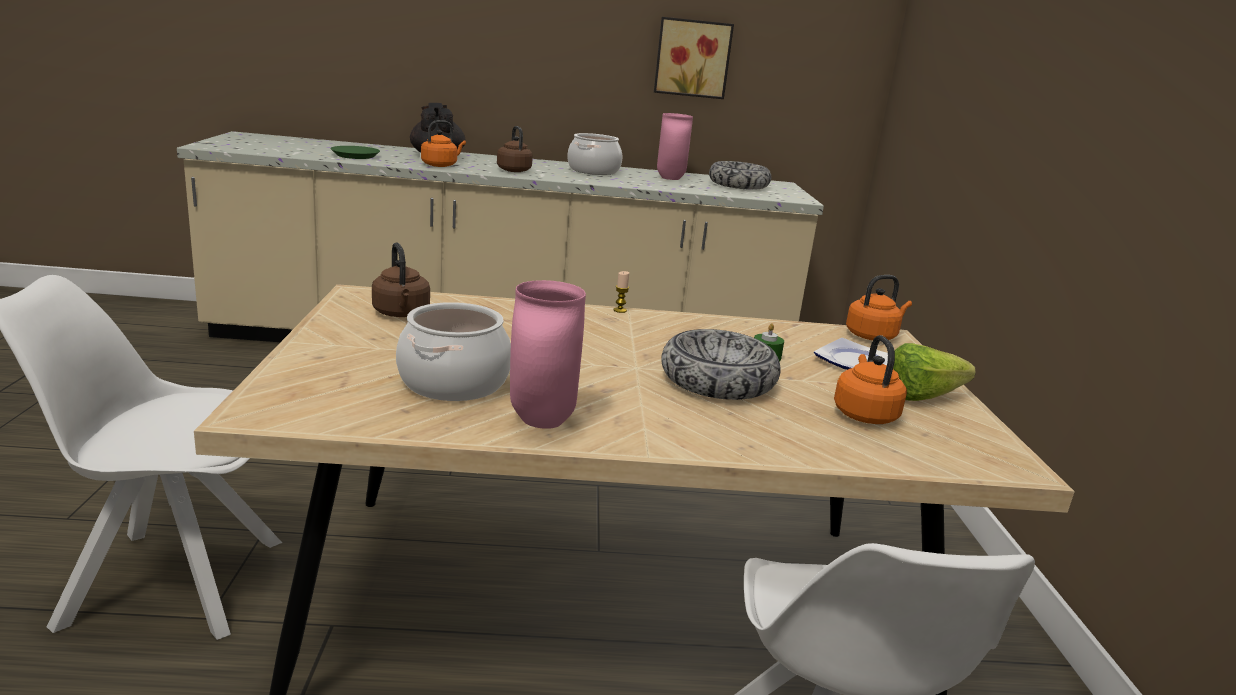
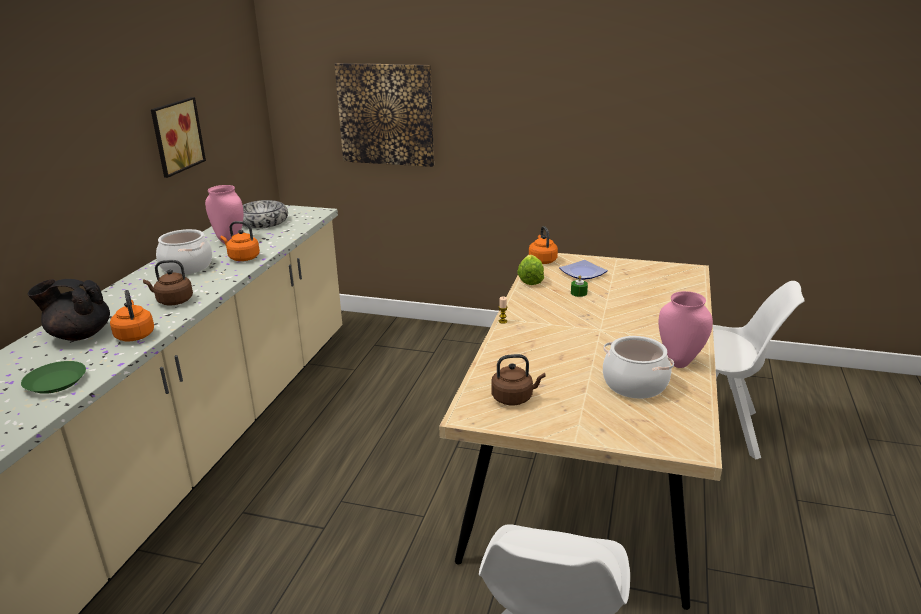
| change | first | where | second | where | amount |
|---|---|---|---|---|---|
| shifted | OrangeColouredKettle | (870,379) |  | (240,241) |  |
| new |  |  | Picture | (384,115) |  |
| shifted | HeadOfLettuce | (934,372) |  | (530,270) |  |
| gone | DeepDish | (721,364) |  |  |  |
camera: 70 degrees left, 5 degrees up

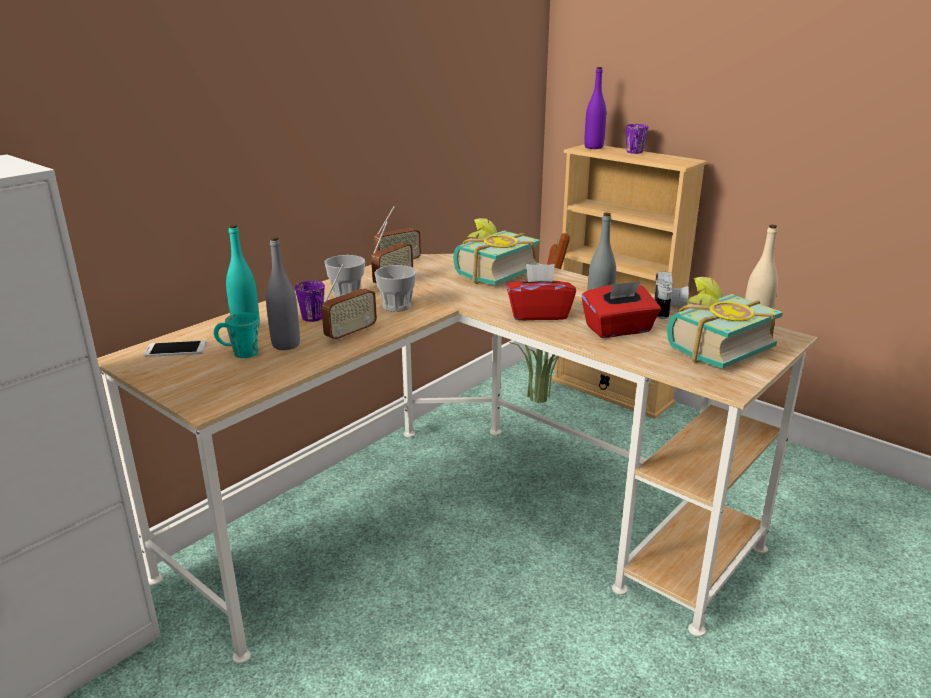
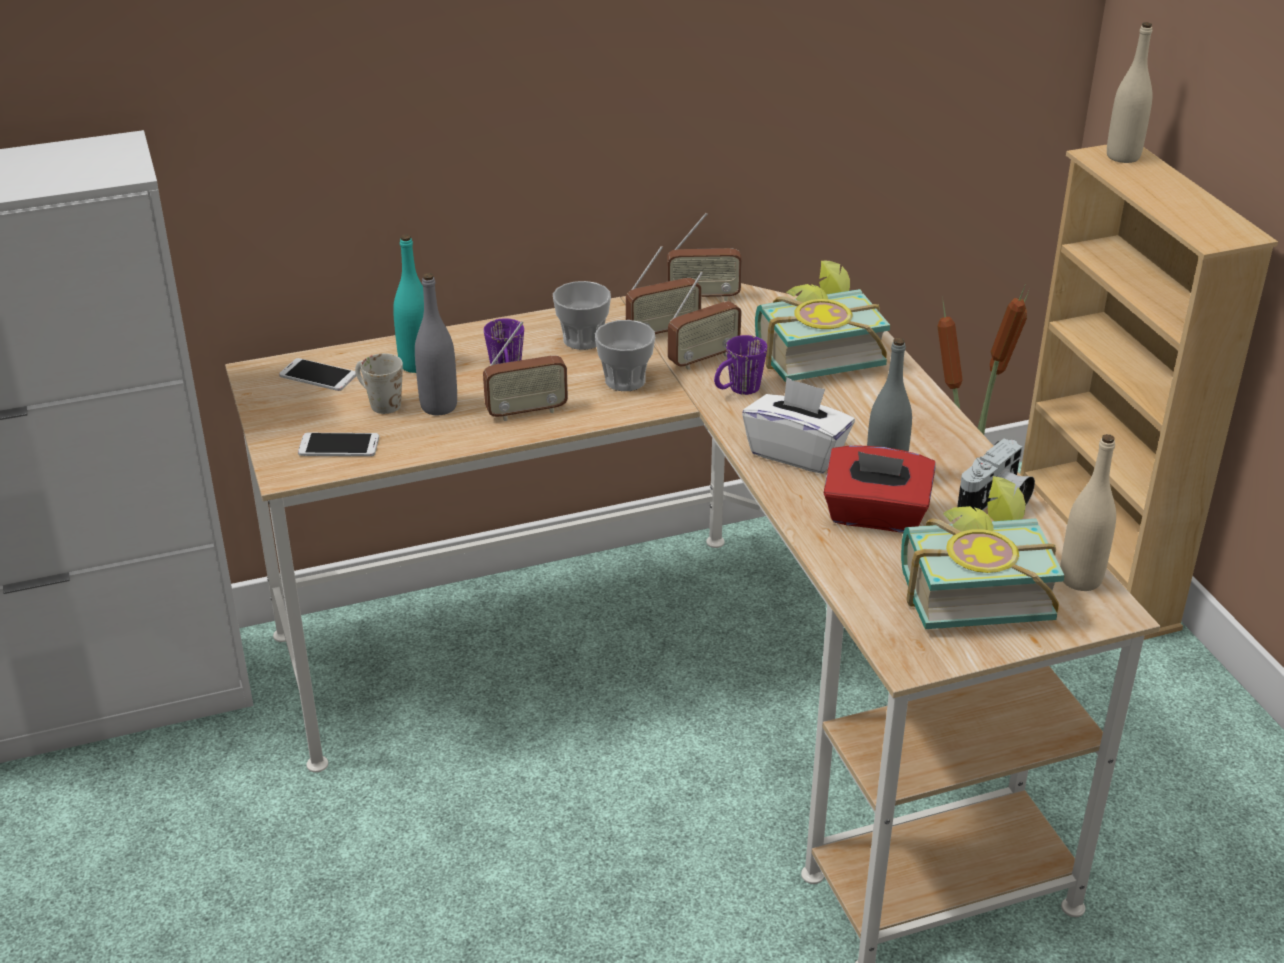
| change | first | where | second | where | amount |
|---|---|---|---|---|---|
| new |  |  | Phone | (338,444) |  |
| repainted | BlueGreenCoffeeMug | (236,335) | WhiteColouredCoffeeMug | (379,383) |  |
| new |  |  | RadioSet | (705,320) |  |
| shifted | PurpleColouredCoffeeMug | (637,139) |  | (740,365) |  |
| repainted | RedTissueBox | (541,292) | WhiteColouredTissueBox | (798,425) |  |
| repainted | PurpleColouredBeverageBottle | (595,108) | BeigeColouredBeverageBottle | (1130,92) |  |
camera: 30 degrees right, 10 degrees up

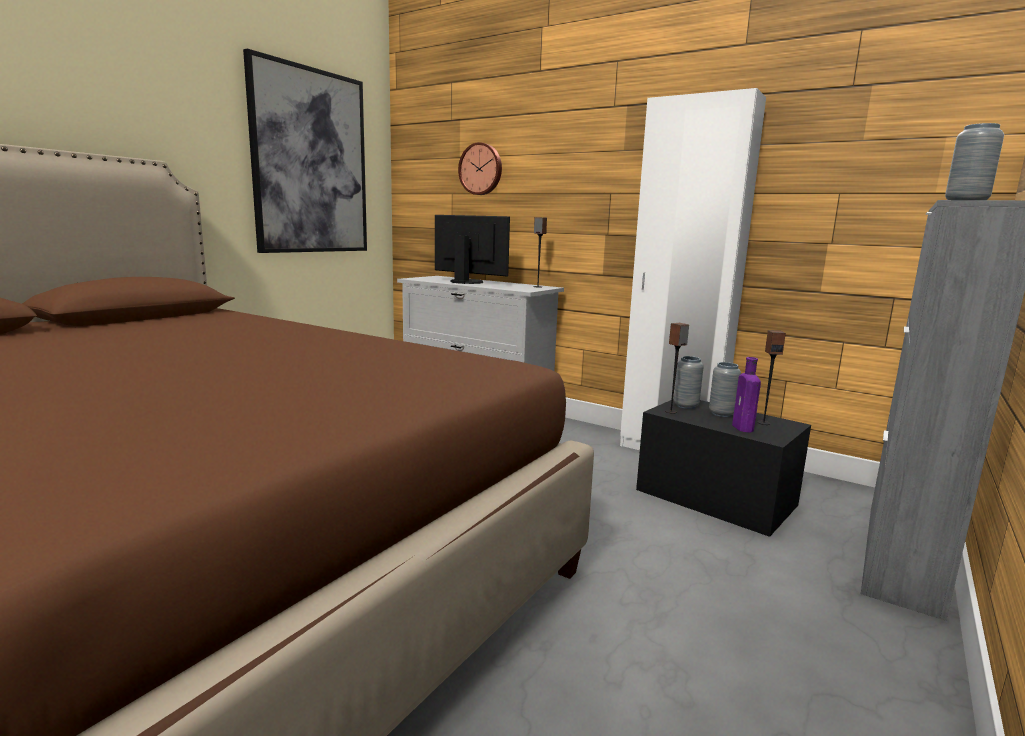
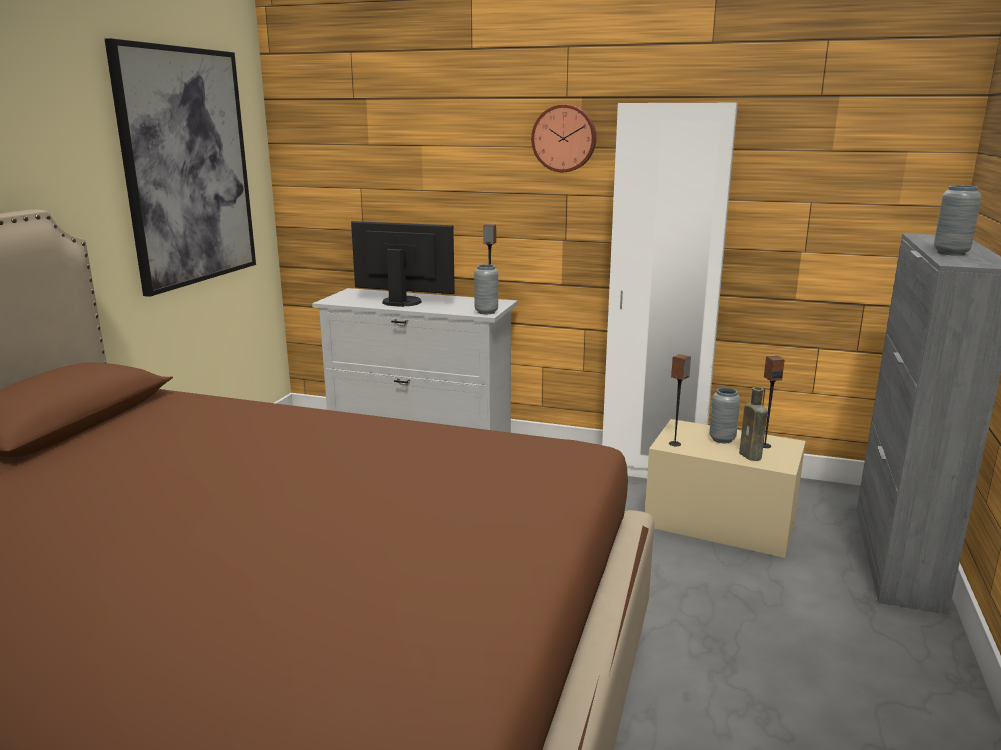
| change | first | where | second | where | amount |
|---|---|---|---|---|---|
| shifted | GreyDecorativeVase | (689,382) |  | (486,289) |  |
| shifted | HangingClock | (480,168) |  | (563,138) |  |
| repainted | BlackStorageBox | (723,468) | BeigeColouredStorageBox | (725,488) |  |
| repainted | PurpleColouredBeverageBottle | (746,394) | BrownBeverageBottle | (753,424) |  |
camera: 15 degrees left, 5 degrees up

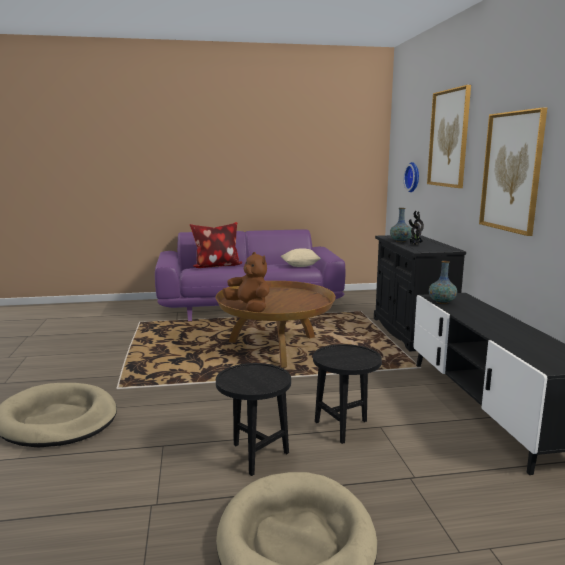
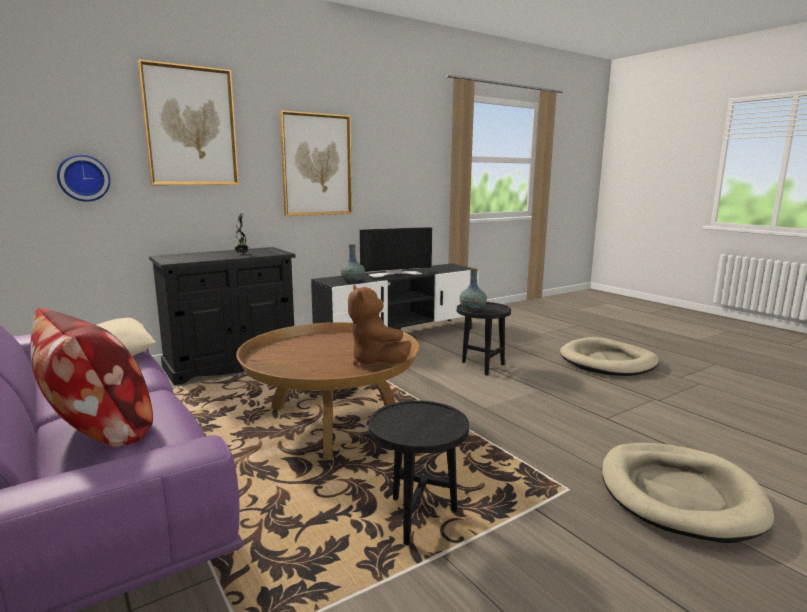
| change | first | where | second | where | amount |
|---|---|---|---|---|---|
| rotated | BrownPlushToy | (246,282) |  | (379,325) | 45 degrees counterclockwise |
| new |  |  | Tv | (396,252) |  |
| shifted | BlackEndTable | (253,419) |  | (419,473) |  |
| shifted | DecorativeVase | (401,225) |  | (473,290) |  |
camera: 115 degrees left, 0 degrees up

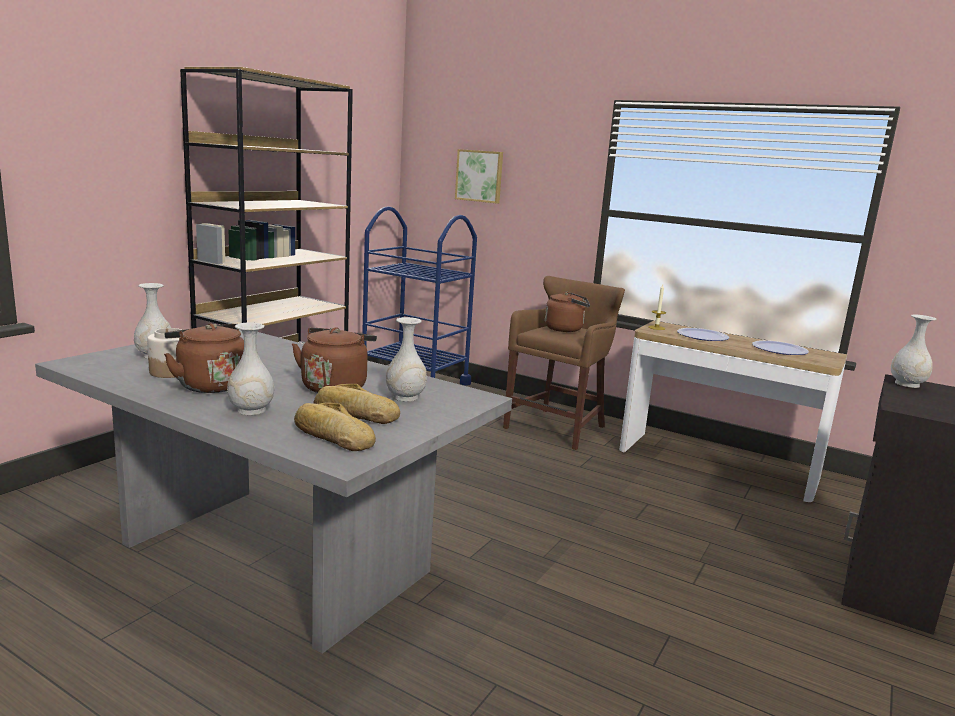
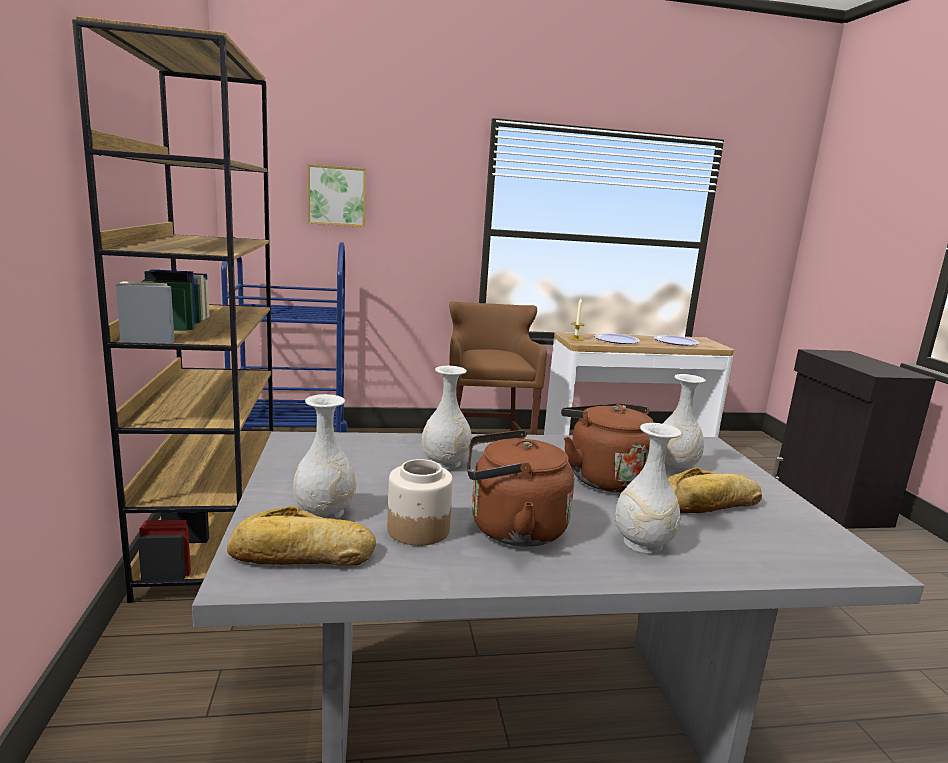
| change | first | where | second | where | amount |
|---|---|---|---|---|---|
| shifted | BakeryBread | (335,426) |  | (301,536) |  |
| shifted | WhiteColouredDecorativeVase | (914,351) |  | (447,417) |  |
| gone | BrownKettle | (567,311) |  |  |  |
camera: 40 degrees left, 0 degrees up

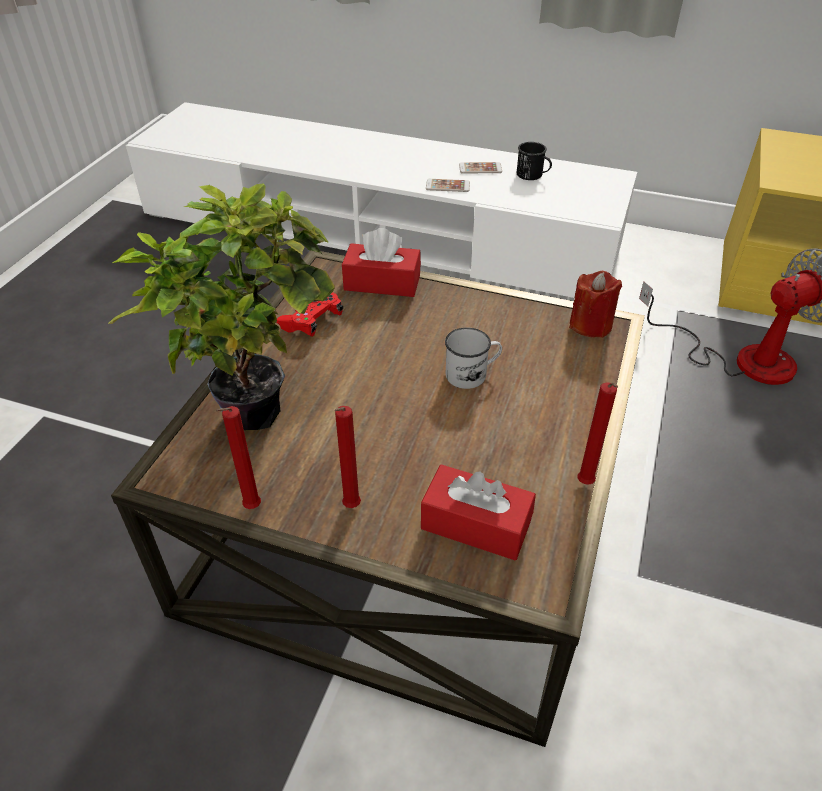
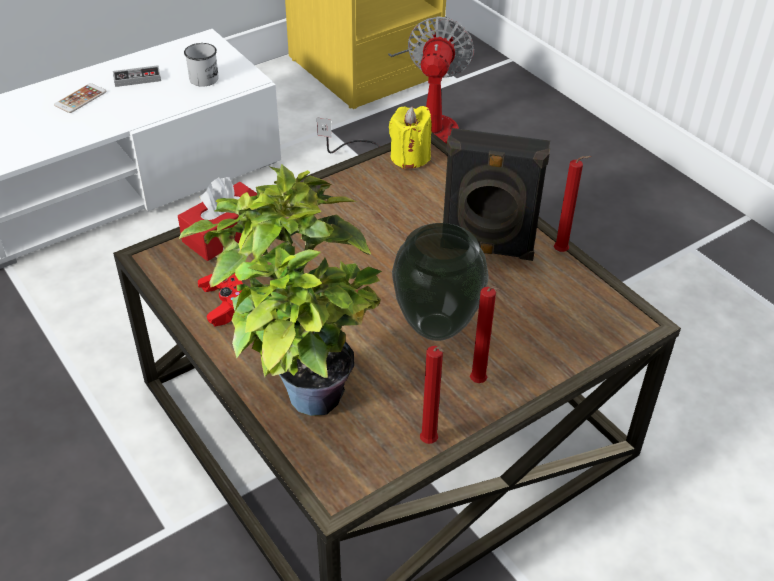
| change | first | where | second | where | amount |
|---|---|---|---|---|---|
| swapped | BlackCoffeeMug | (534,161) | GameController | (137,76) |  |
| shifted | WhiteColouredCoffeeMug | (473,358) |  | (201,65) |  |
| repainted | RedWaxCandle | (595,304) | YellowColouredWaxCandle | (410,137) |  |
| new |  |  | DecorativeVase | (440,282) |  |
| new |  |  | BlackSpeaker | (496,194) |  |
| gone | RedTissueBox | (478,512) |  |  |  |
| gone | Phone | (448,185) |  |  |  |
camera: 55 degrees left, 0 degrees up

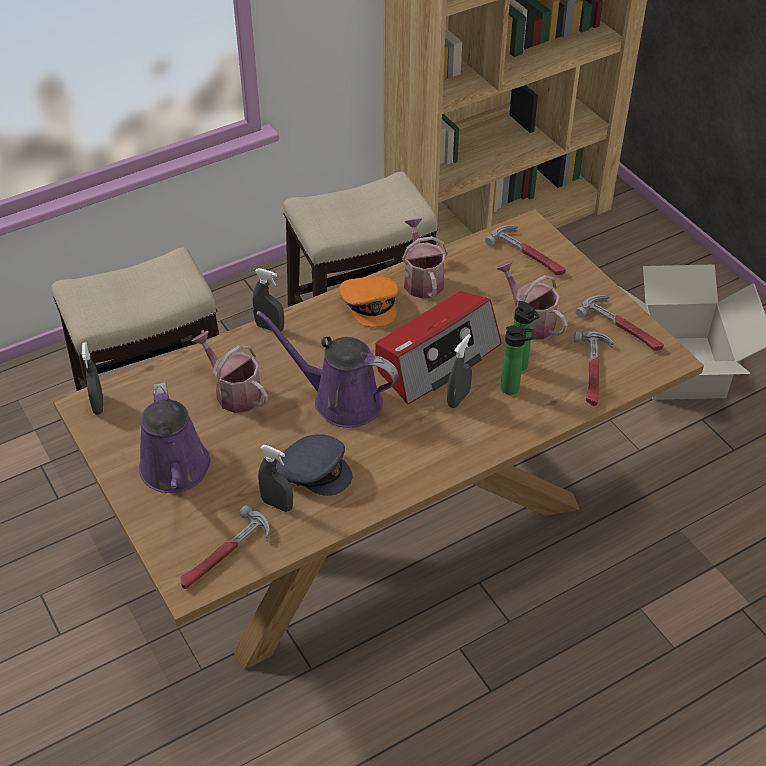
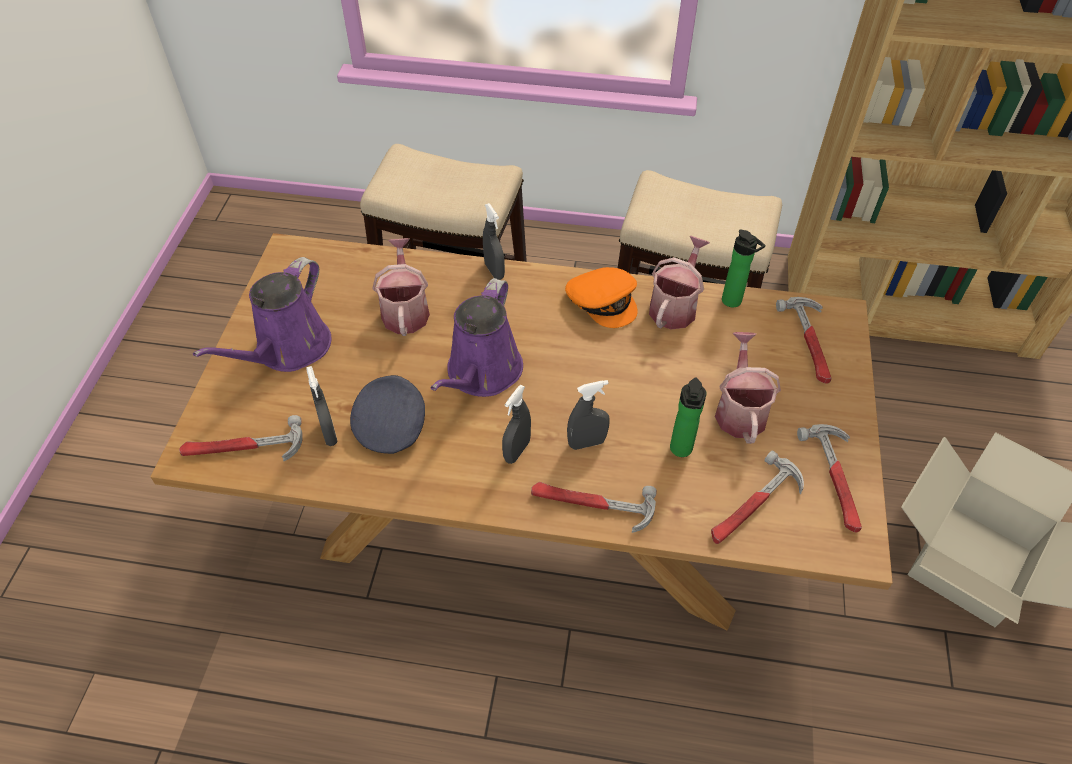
| change | first | where | second | where | amount |
|---|---|---|---|---|---|
| rotated | GreyPeakedCap | (314,465) |  | (387,414) | 150 degrees counterclockwise |
| rotated | PurpleColouredWateringCan | (327,369) |  | (476,337) | 135 degrees counterclockwise |
| shifted | GreySprayBottle | (92,378) |  | (516,424) |  |
| new |  |  | ToolHammer | (594,507) |  |
| rotated | OrangeColouredPeakedCap | (369,301) |  | (601,297) | 60 degrees counterclockwise |
| shifted | BeverageBottle | (517,360) |  | (744,268) |  |
| gone | RadioSet | (438,347) |  |  |  |
camera: 40 degrees right, 5 degrees up

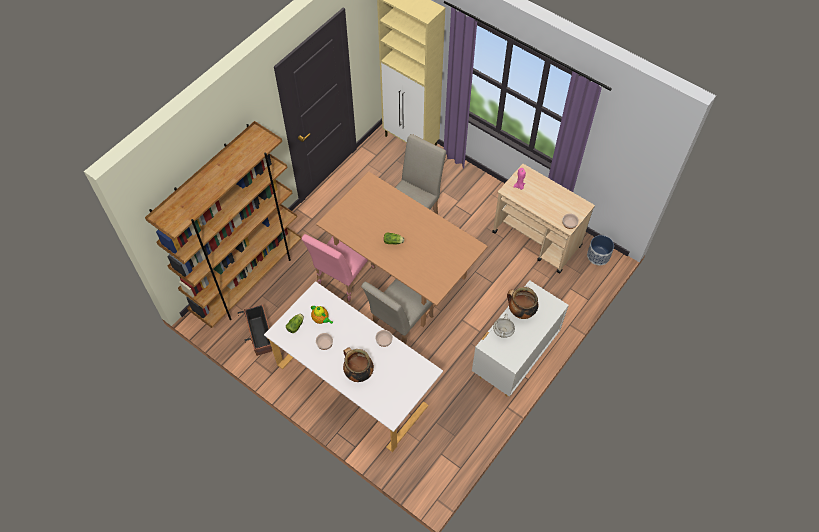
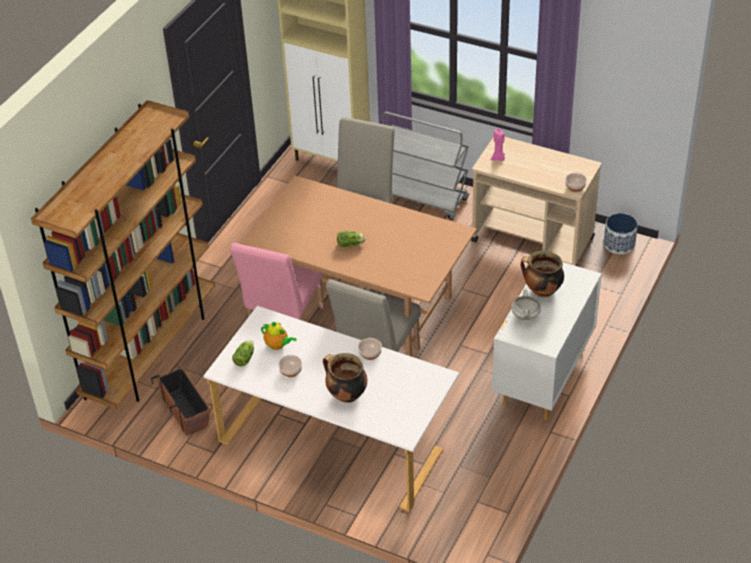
| change | first | where | second | where | amount |
|---|---|---|---|---|---|
| new |  |  | GreyTrolley | (426,166) |  |
camera: 10 degrees left, 15 degrees down

